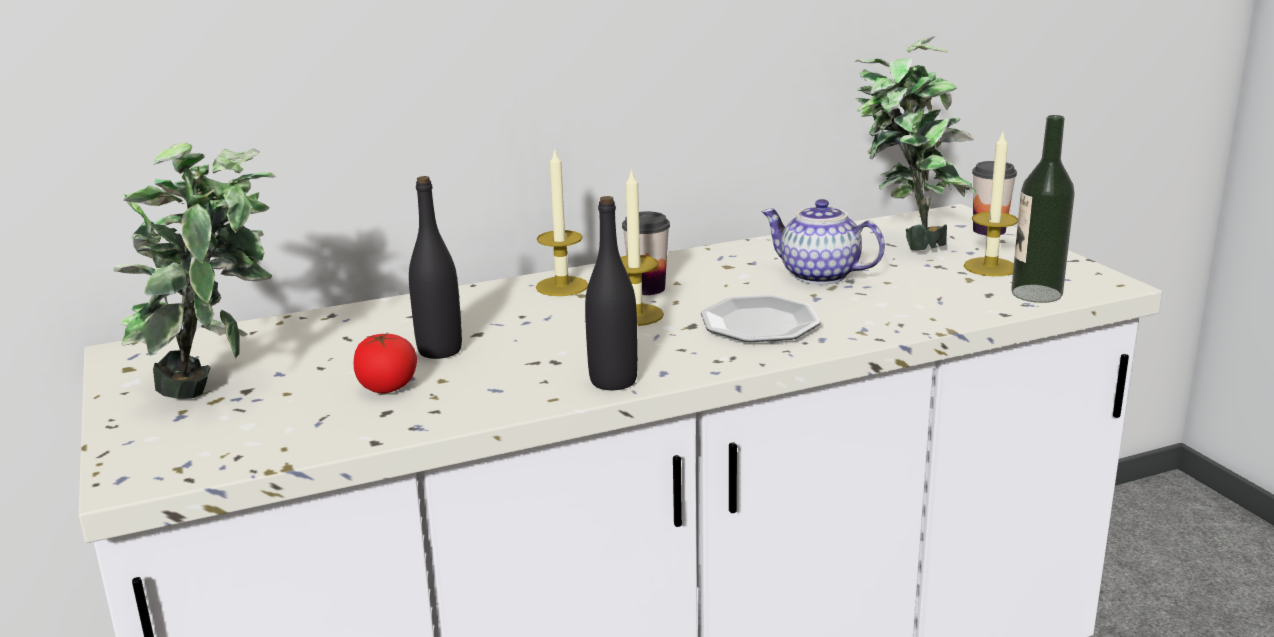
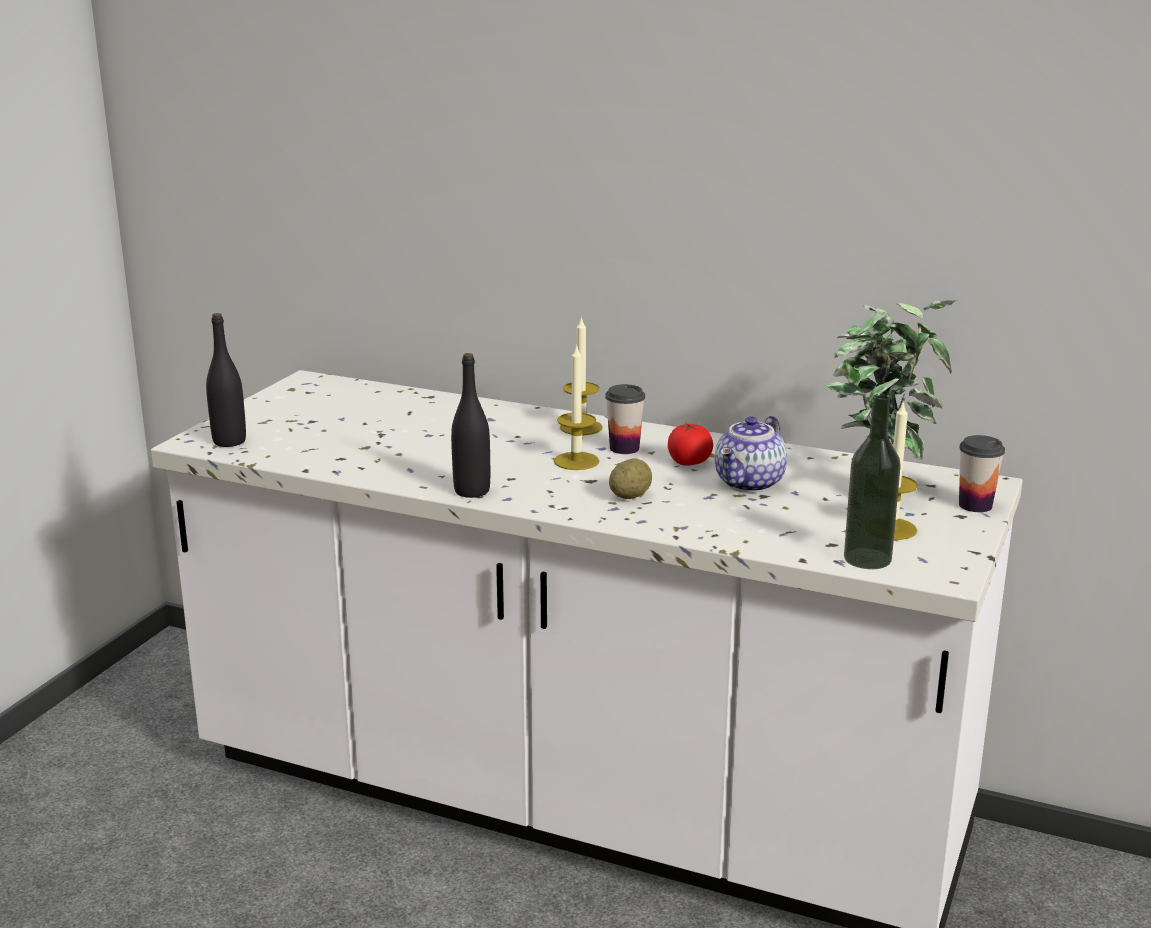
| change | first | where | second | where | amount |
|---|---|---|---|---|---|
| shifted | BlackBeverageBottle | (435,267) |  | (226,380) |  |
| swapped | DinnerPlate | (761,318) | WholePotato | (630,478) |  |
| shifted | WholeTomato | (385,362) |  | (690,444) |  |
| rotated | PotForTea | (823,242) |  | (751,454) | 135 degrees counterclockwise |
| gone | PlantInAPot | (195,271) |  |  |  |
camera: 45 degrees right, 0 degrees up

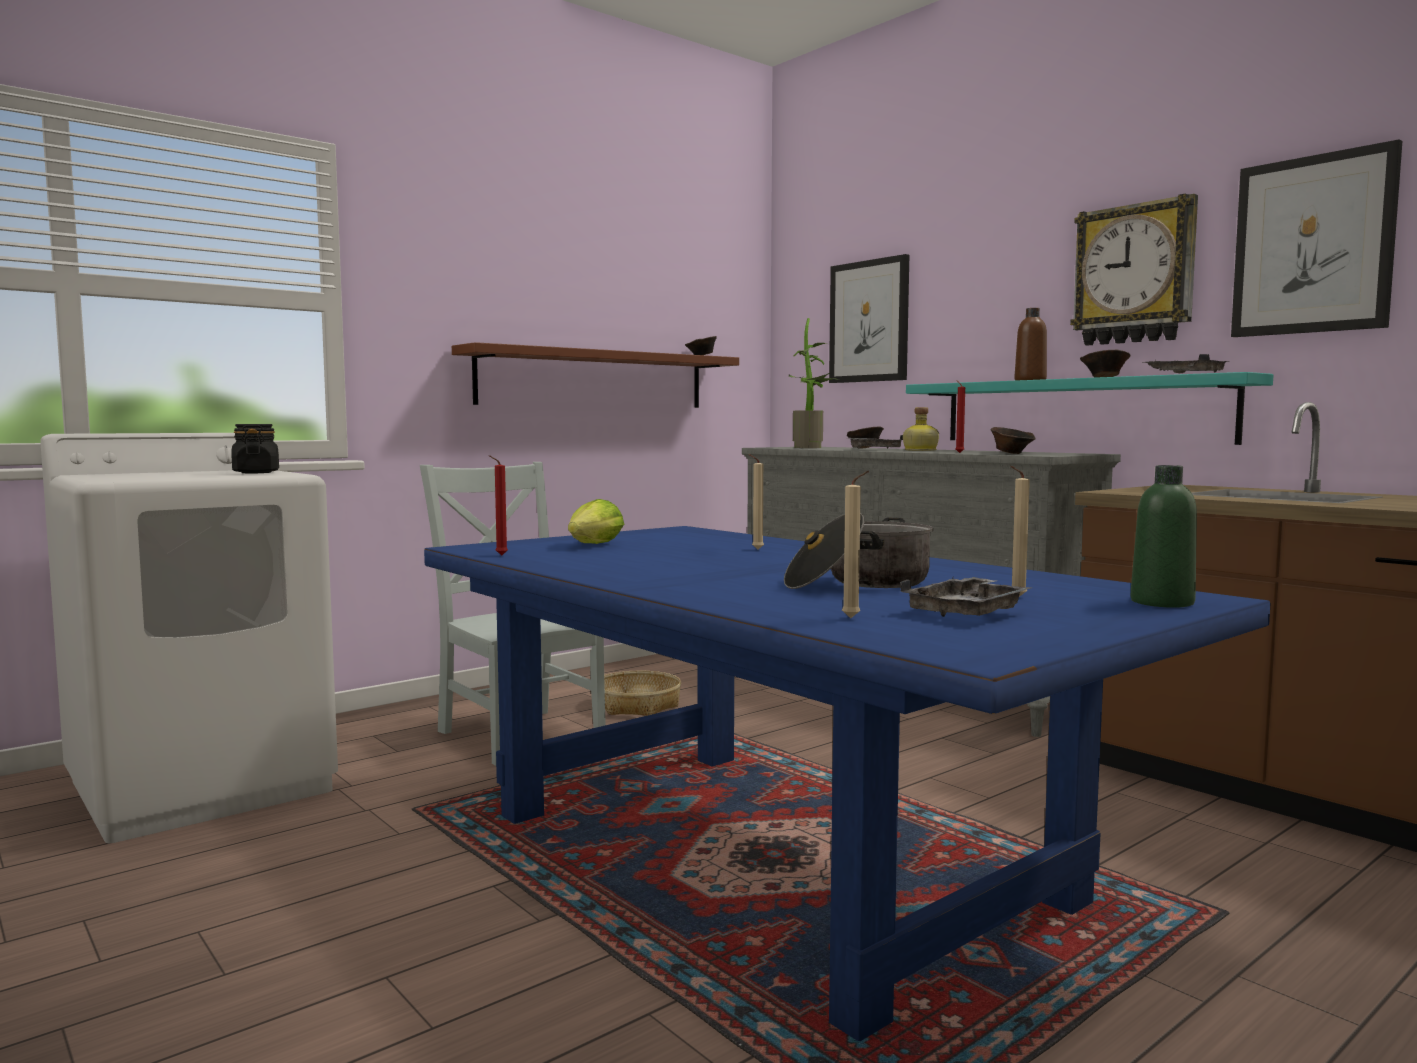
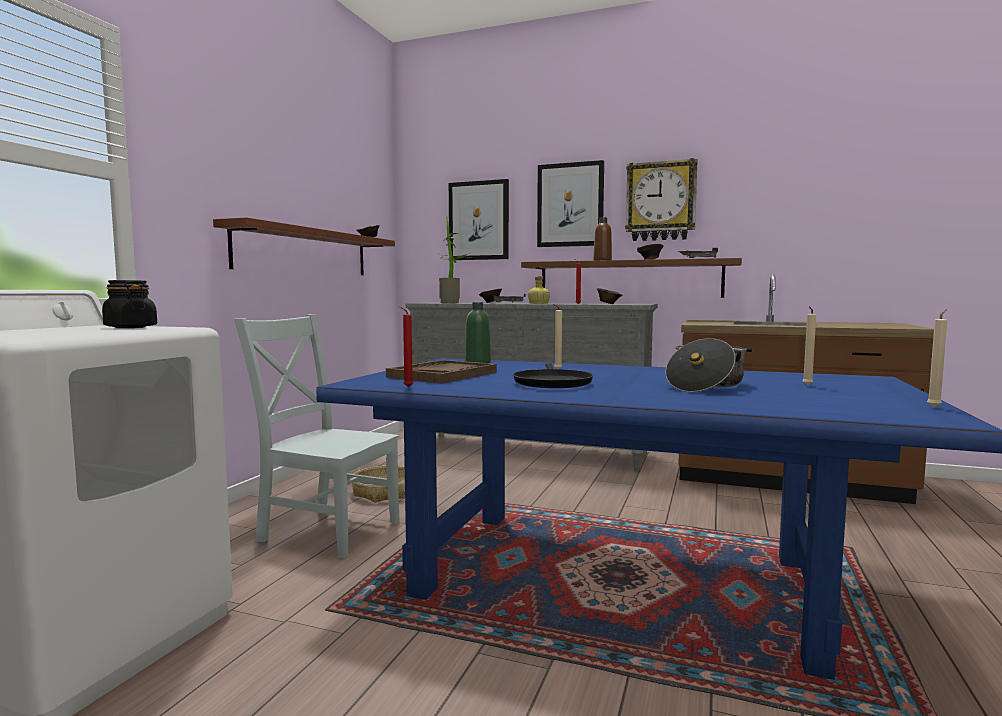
| change | first | where | second | where | amount |
|---|---|---|---|---|---|
| swapped | HeadOfLettuce | (596,521) | BrownServingTray | (441,372) |  |
| shifted | GreenishBeverageBottle | (1164,536) |  | (478,332) |  |
| new |  |  | BlackPan | (553,375) |  |
| repainted | BlueGreenWallShelf | (1089,408) | BrownWallShelf | (631,278) |  |
| shifted | Picture | (1316,238) |  | (570,203) |  |
| shifted | BeigeColouredWaxCandle | (855,544) |  | (937,358) |  |
| gone | GreyServingTray | (965,597) |  |  |  |
camera: 30 degrees left, 0 degrees up

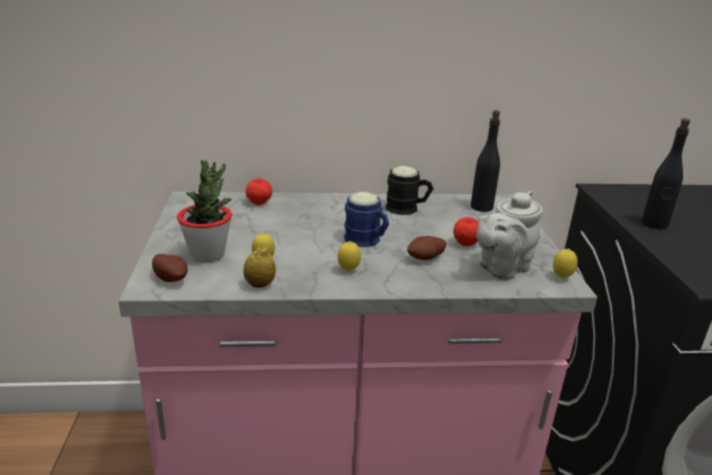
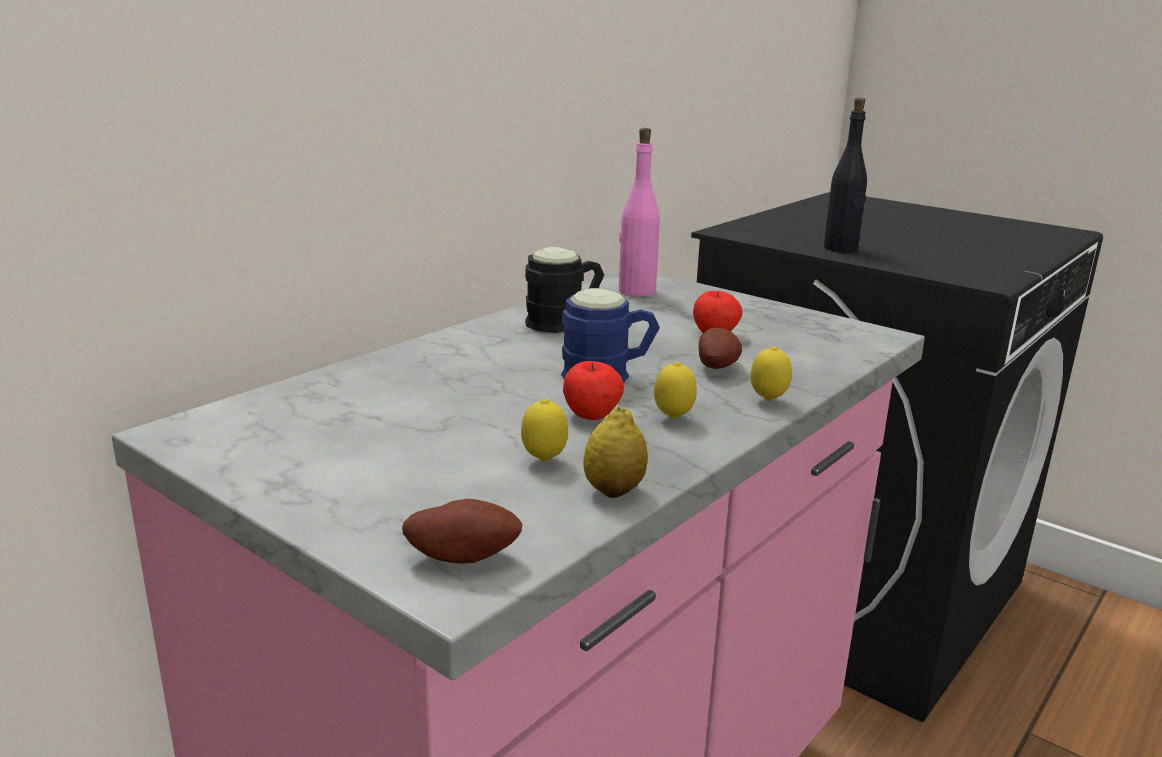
| change | first | where | second | where | amount |
|---|---|---|---|---|---|
| shifted | AppleFruit | (259,192) |  | (593,390) |  |
| repainted | BlackBeverageBottle | (485,161) | PinkishBeverageBottle | (639,212) |  |
| shifted | WholeLemon | (565,263) |  | (771,373) |  |
| gone | PlantInAPot | (204,211) |  |  |  |
| gone | GreyPotForTea | (510,235) |  |  |  |
camera: 45 degrees left, 5 degrees down

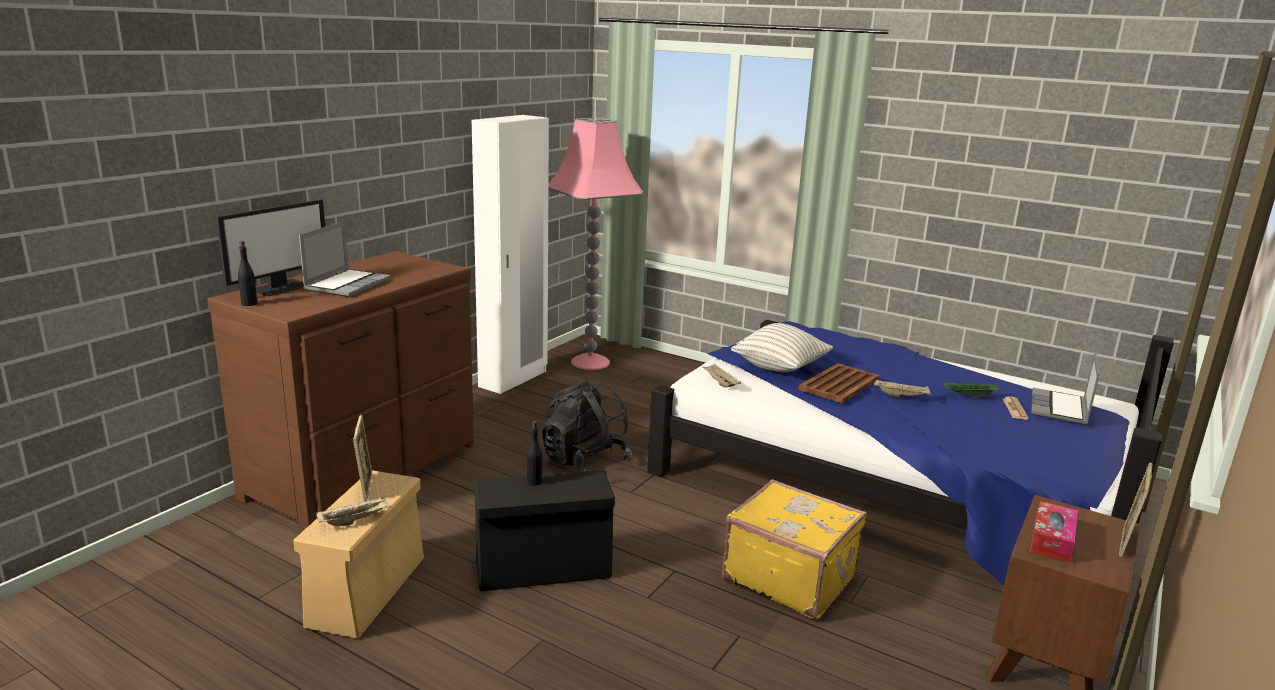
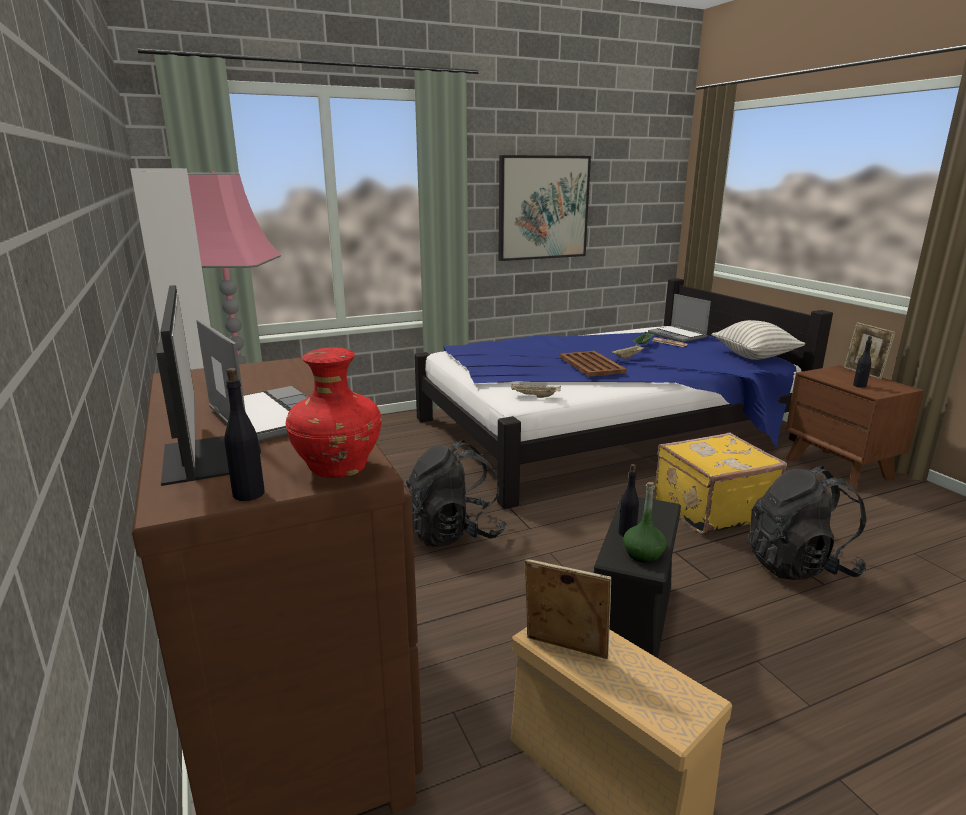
| change | first | where | second | where | amount |
|---|---|---|---|---|---|
| new |  |  | RedDecorativeVase | (334,412) |  |
| new |  |  | Picture | (545,208) |  |
| new |  |  | GreenishBeverageBottle | (645,522) |  |
| shifted | Pillow | (782,347) |  | (758,340) |  |
| new |  |  | BlackBackpack | (807,523) |  |
| swapped | TissueBox | (1054,532) | BlackBeverageBottle | (862,362) |  |
| gone | BeigeColouredServingTray | (353,511) |  |  |  |
camera: 55 degrees left, 0 degrees up

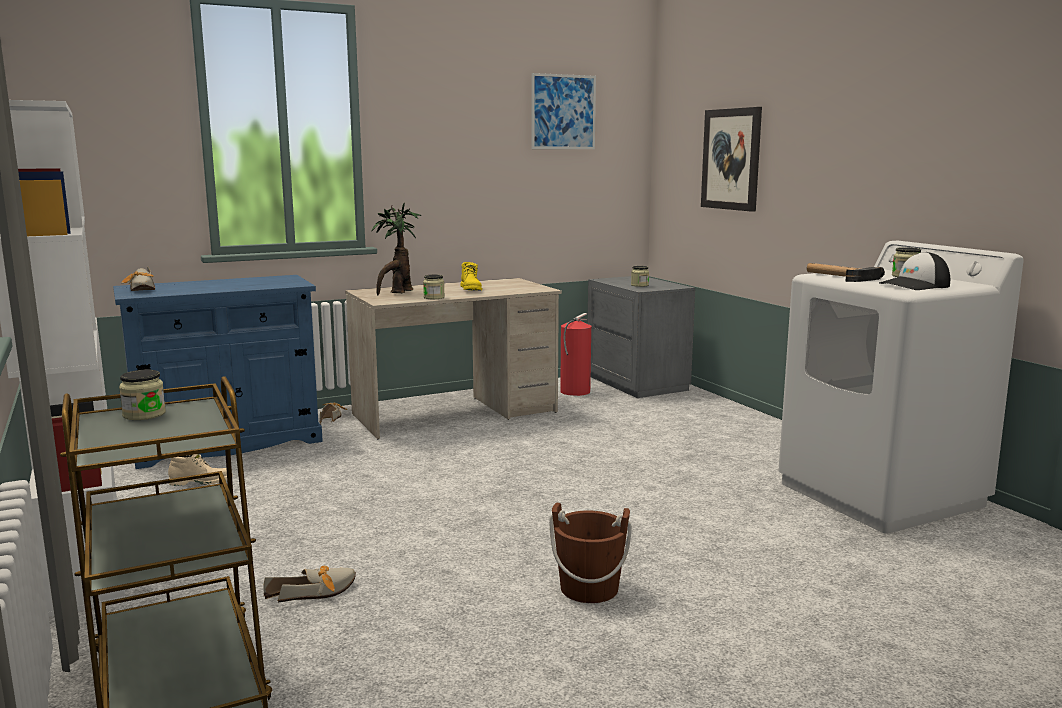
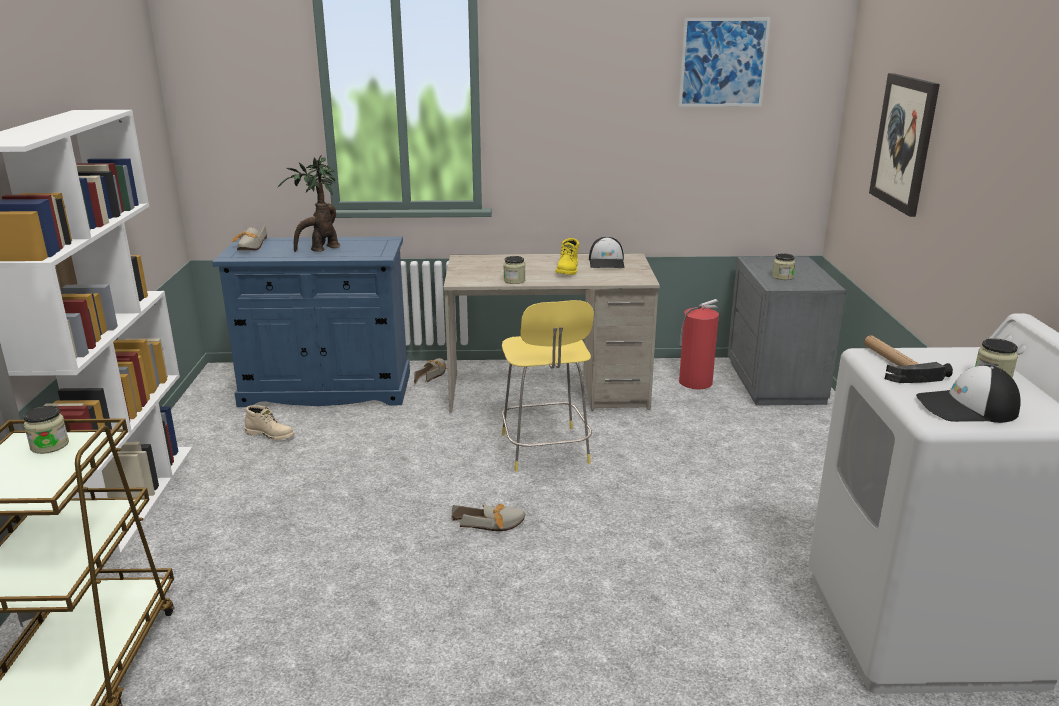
| change | first | where | second | where | amount |
|---|---|---|---|---|---|
| shifted | PlantInAPot | (396,248) |  | (309,203) |  |
| shifted | LowShoe | (309,584) |  | (488,517) |  |
| new |  |  | YellowColouredStoolSeat | (548,386) |  |
| new |  |  | PeakedCap | (606,252) |  |
| gone | BrownWaterBucket | (590,552) |  |  |  |
camera: 25 degrees right, 10 degrees up

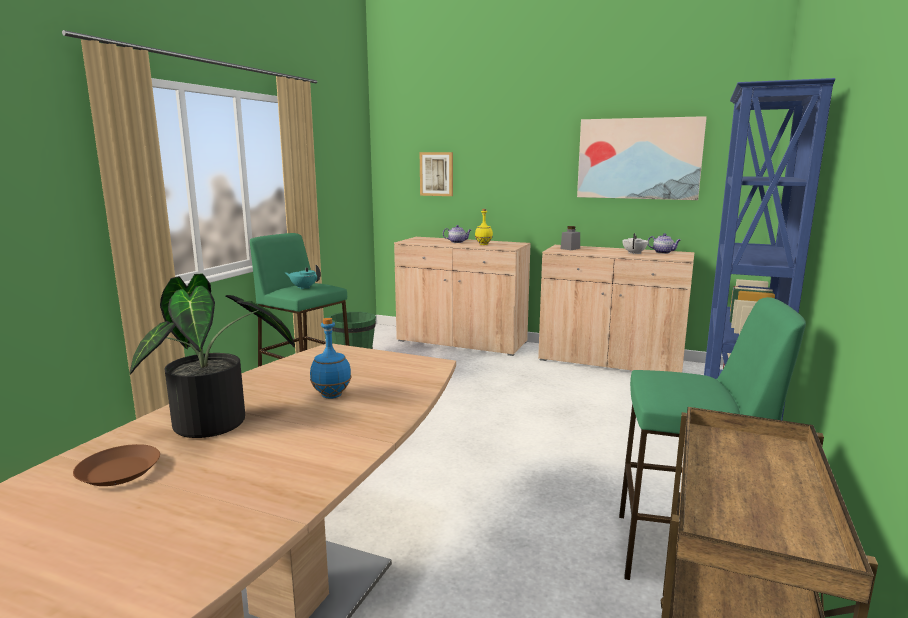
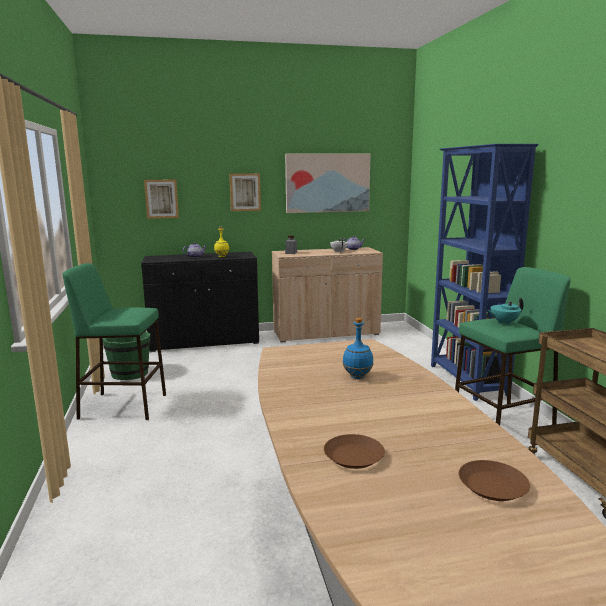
| change | first | where | second | where | amount |
|---|---|---|---|---|---|
| repainted | BeigeColouredStorageCabinet | (462,296) | BlackStorageCabinet | (200,302) |  |
| new |  |  | Picture | (245,192) |  |
| new |  |  | BrownDinnerPlate | (494,480) |  |
| shifted | BlueGreenPotForTea | (302,277) |  | (505,311) |  |
| gone | PlantInAPot | (212,355) |  |  |  |
camera: 35 degrees left, 0 degrees up

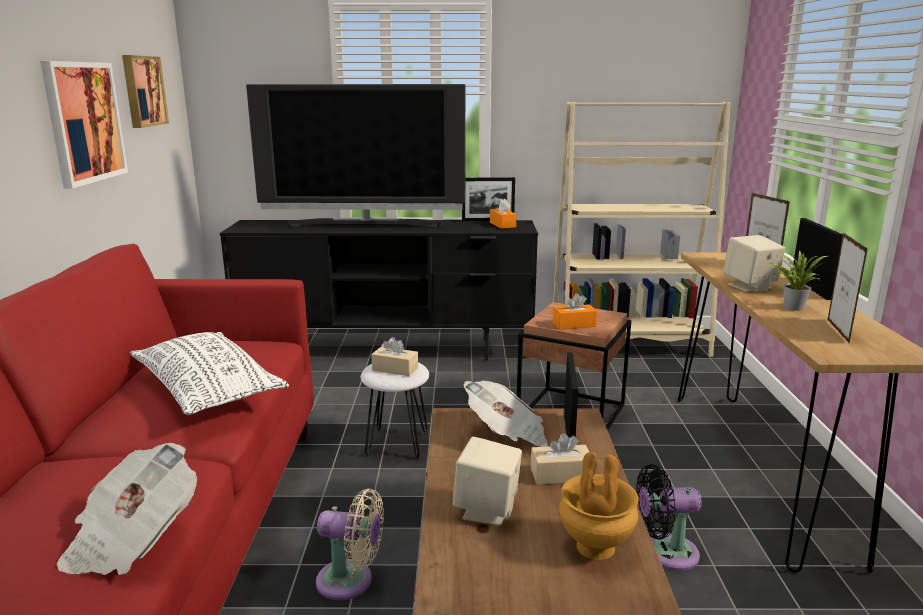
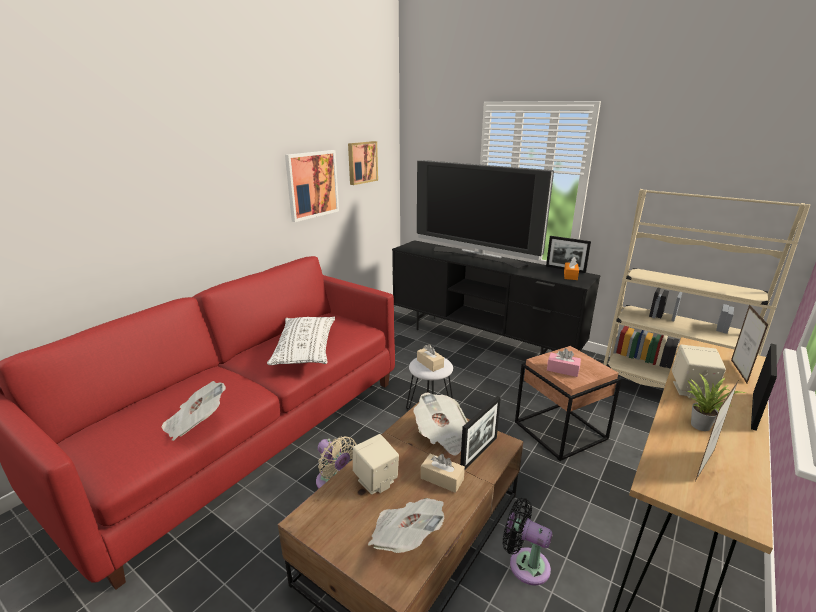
| change | first | where | second | where | amount |
|---|---|---|---|---|---|
| swapped | BrownDecorativeVase | (599,506) | PrintedPaper | (406,525) |  |
| repainted | OrangeColouredTissueBox | (575,311) | PinkishTissueBox | (564,362) |  |
camera: 35 degrees right, 5 degrees up

